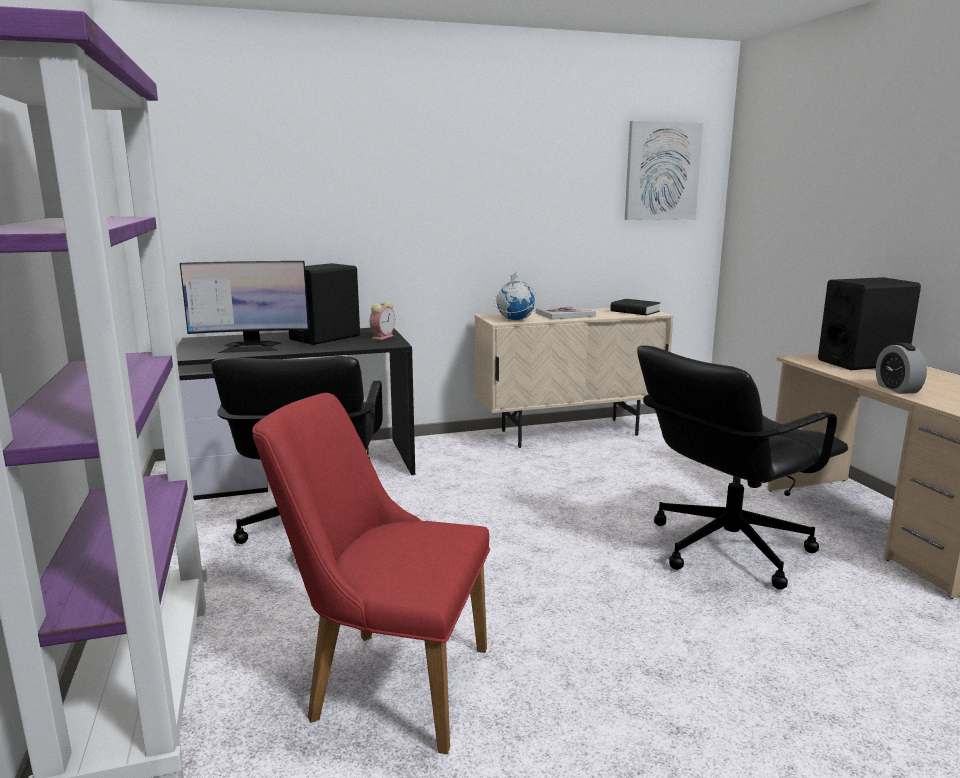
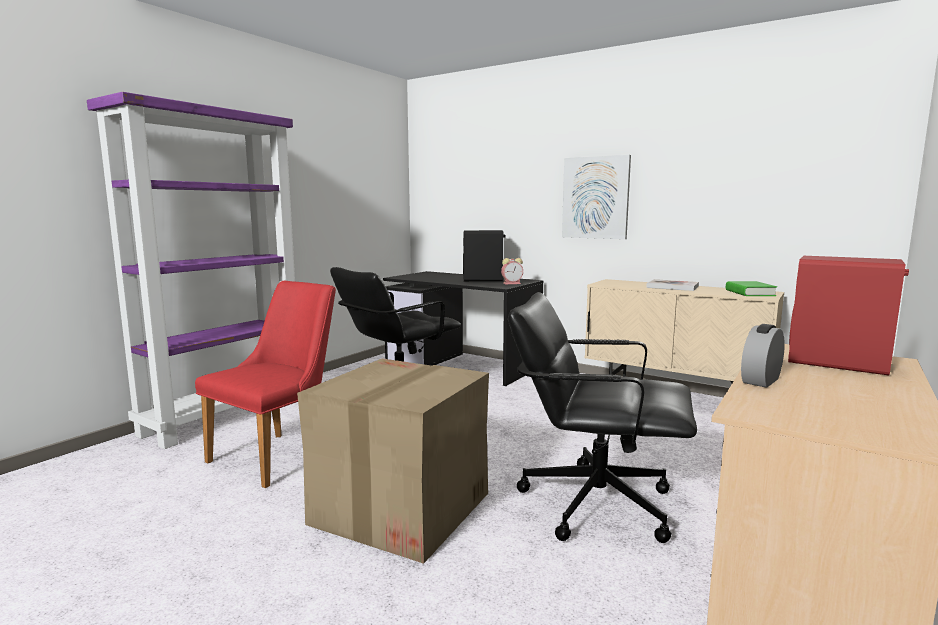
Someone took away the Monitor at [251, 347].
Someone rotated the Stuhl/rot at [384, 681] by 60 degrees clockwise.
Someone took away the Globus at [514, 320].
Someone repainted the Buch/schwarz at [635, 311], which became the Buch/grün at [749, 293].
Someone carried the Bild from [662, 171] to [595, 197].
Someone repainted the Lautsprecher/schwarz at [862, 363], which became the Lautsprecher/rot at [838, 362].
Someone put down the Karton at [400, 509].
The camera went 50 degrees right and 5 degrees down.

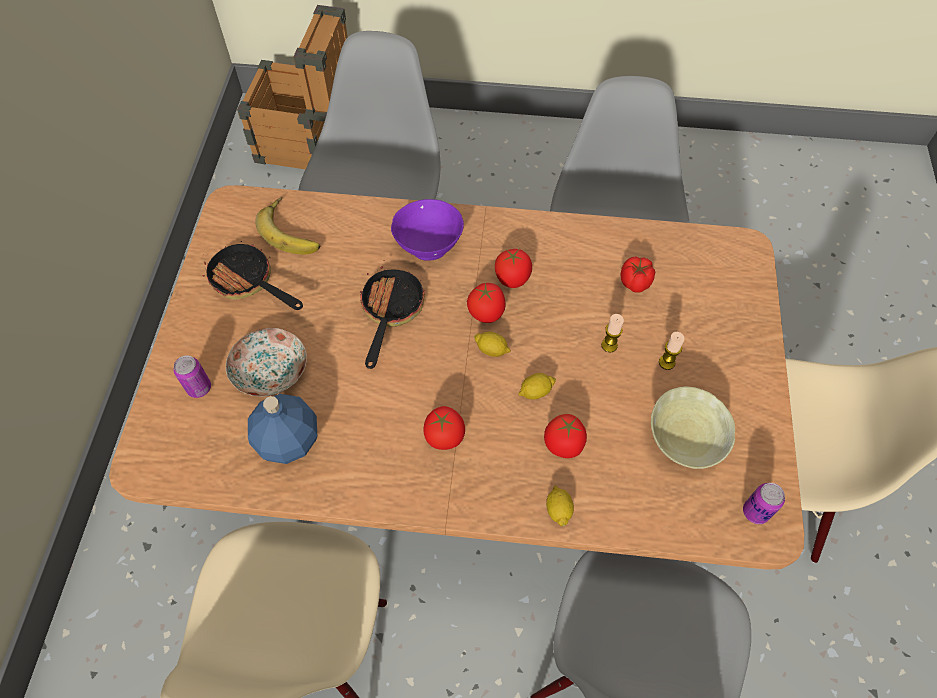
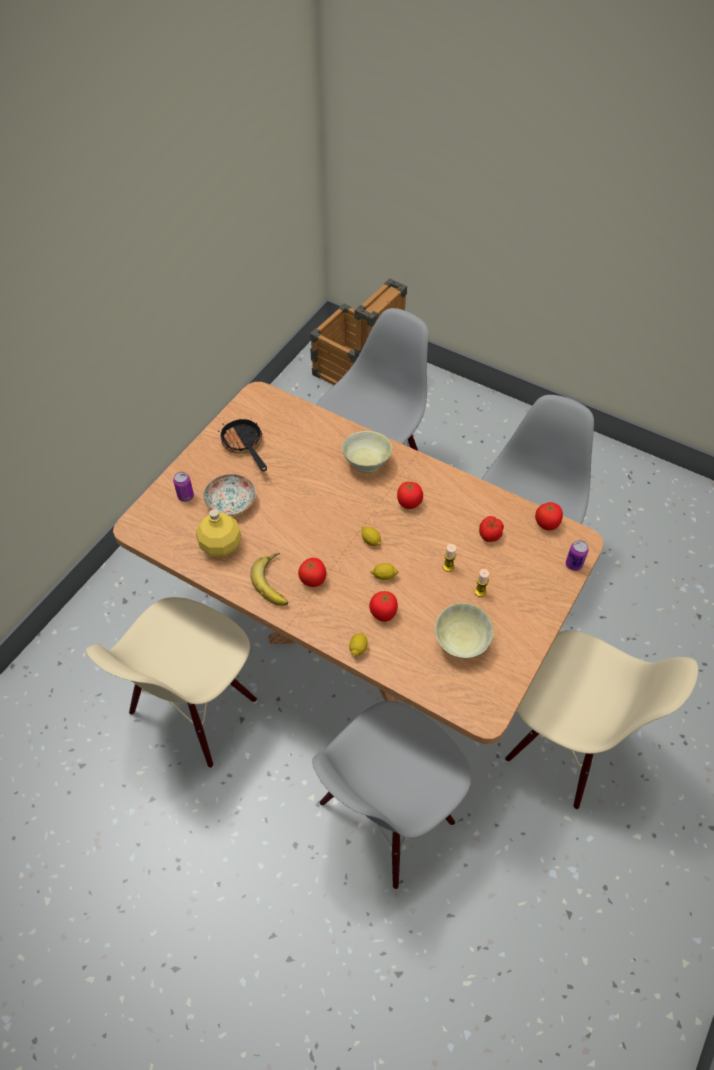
Someone repainted the Flasche/blau at [288, 441], which became the Flasche/gelb at [220, 546].
Someone carried the Banane from [292, 231] to [275, 582].
Someone took away the Pfanne at [390, 312].
Someone repainted the Schüssel/lila at [429, 245], which became the Schüssel/beige at [367, 463].
Someone carried the Tomate from [486, 313] to [547, 523].
Someone carried the Dose from [755, 512] to [573, 564].
The camera went 25 degrees right and 5 degrees down.

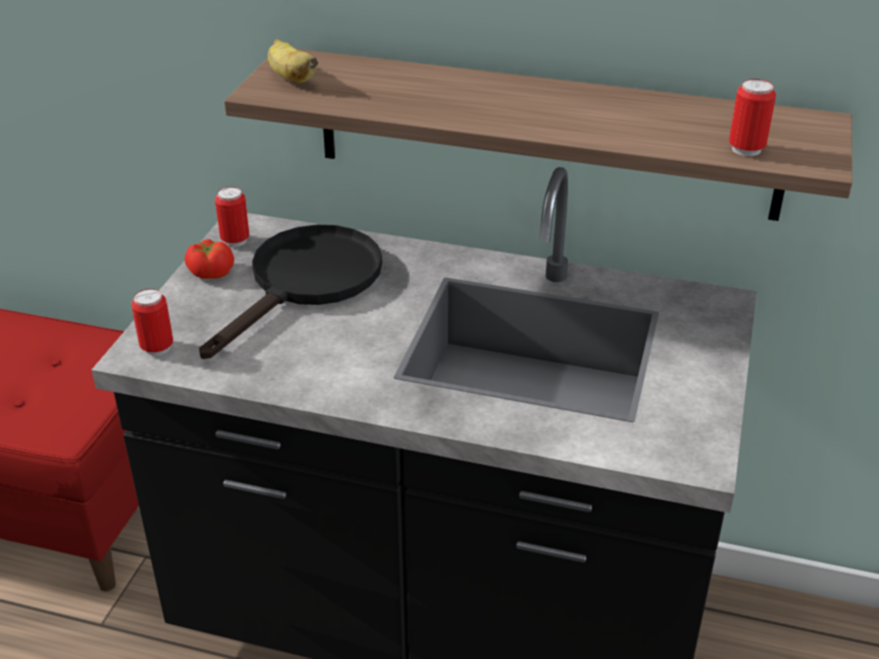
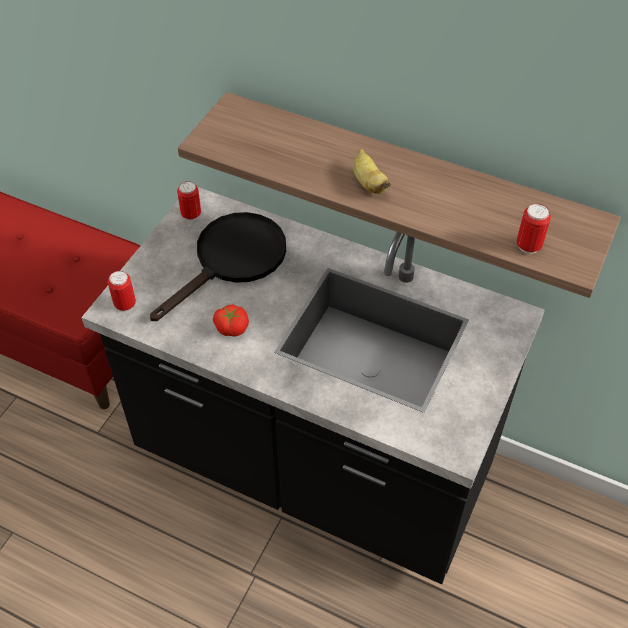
Someone carried the Tomate from [211, 272] to [231, 327].
Someone carried the Banane from [291, 78] to [368, 183].
The camera went 10 degrees right and 15 degrees up.

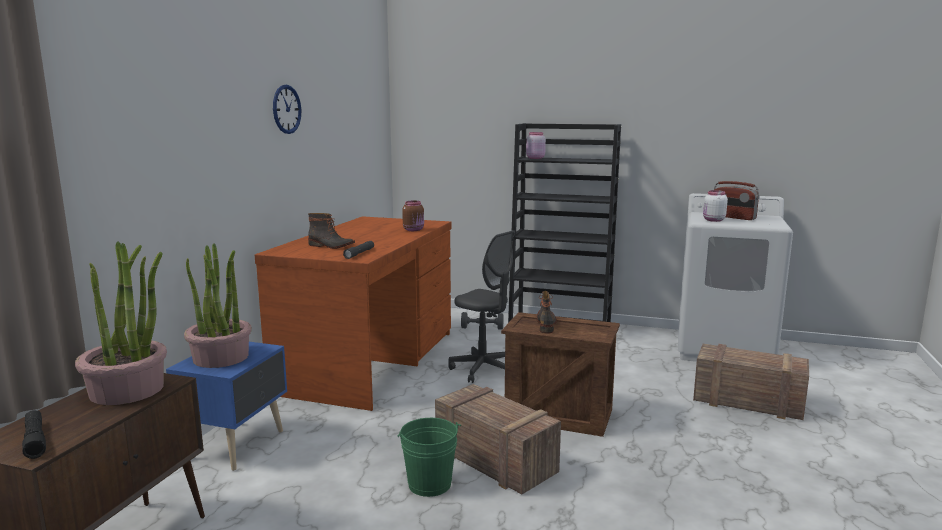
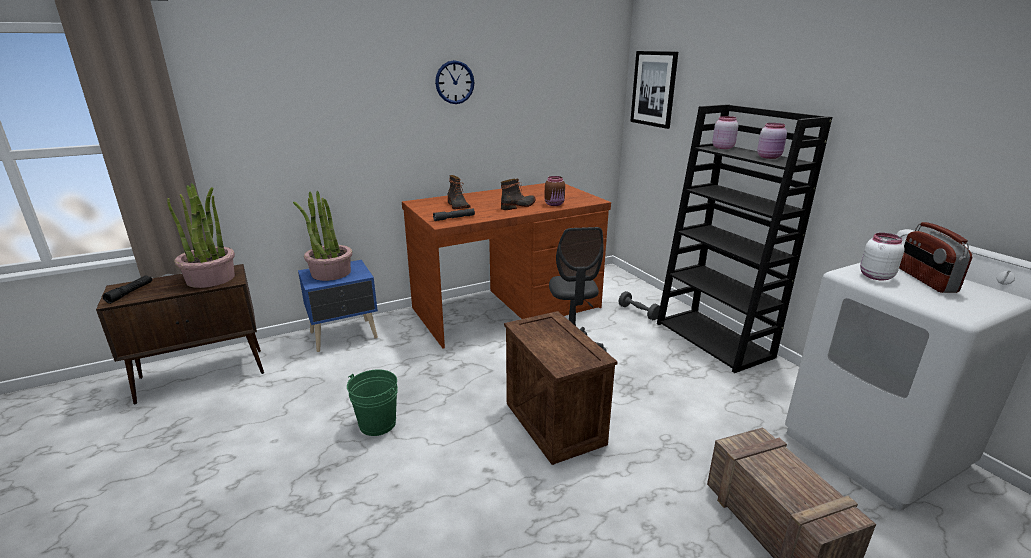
Someone took away the Kiste at [493, 460].
Someone carried the Stiefel from [546, 324] to [519, 206].
Someone put up the Bild at [654, 89].
Someone put down the Vorratsglas/rosa at [769, 157].
The camera went 45 degrees right and 10 degrees up.

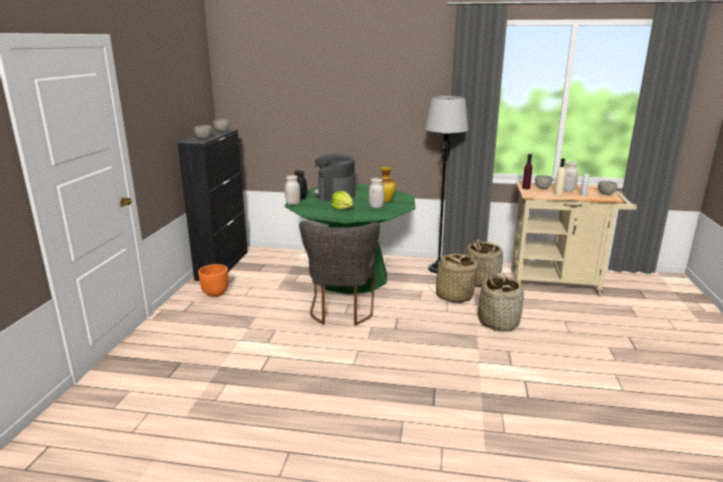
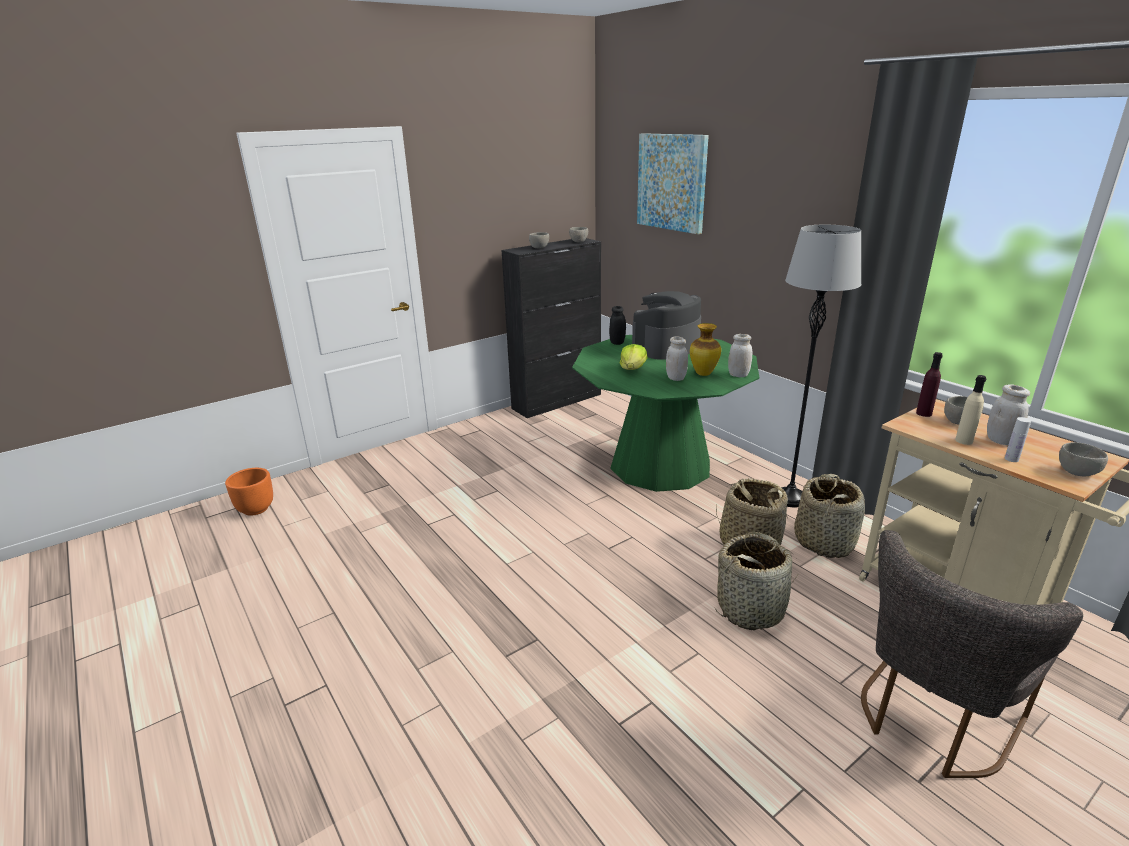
Someone carried the Pflanzkübel/orange from [215, 293] to [255, 509].
Someone carried the Vorratsglas/weiß from [293, 203] to [738, 375].
Someone carried the Stuhl/grau from [341, 311] to [930, 720].
Someone put up the Bild at [672, 182].
The camera went 45 degrees right and 5 degrees up.

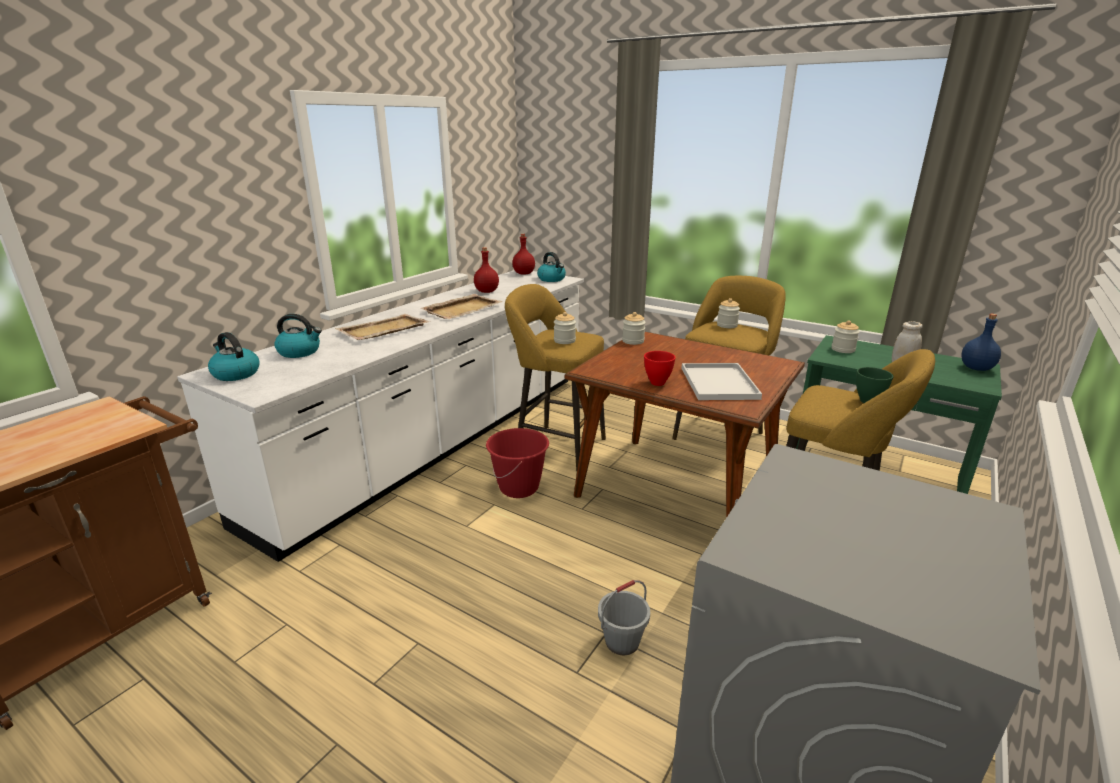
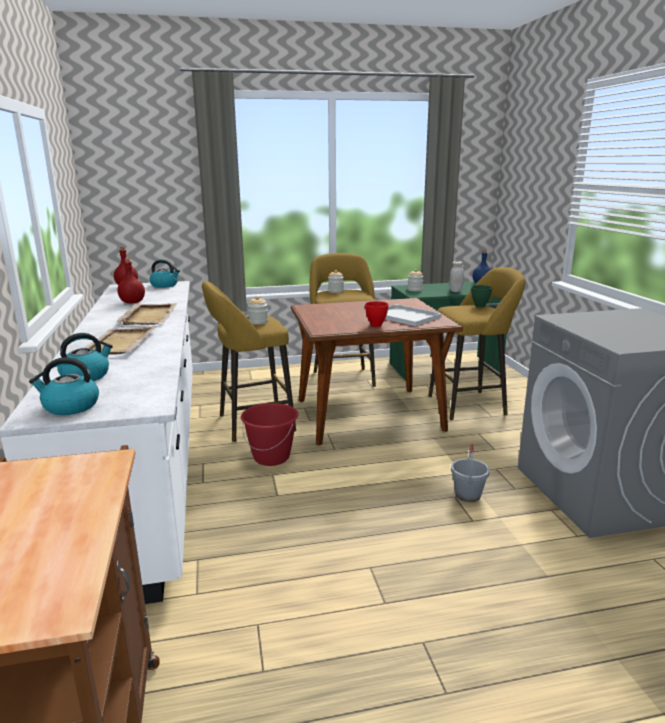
Someone took away the Vorratsglas at [633, 341].
The camera went 45 degrees left and 5 degrees down.

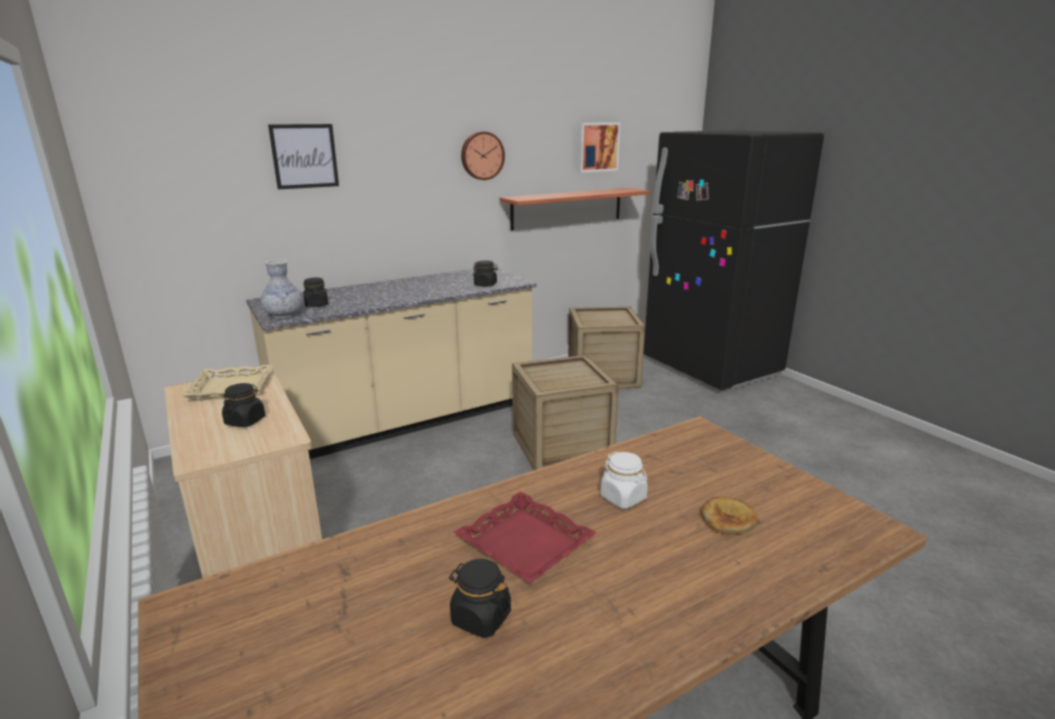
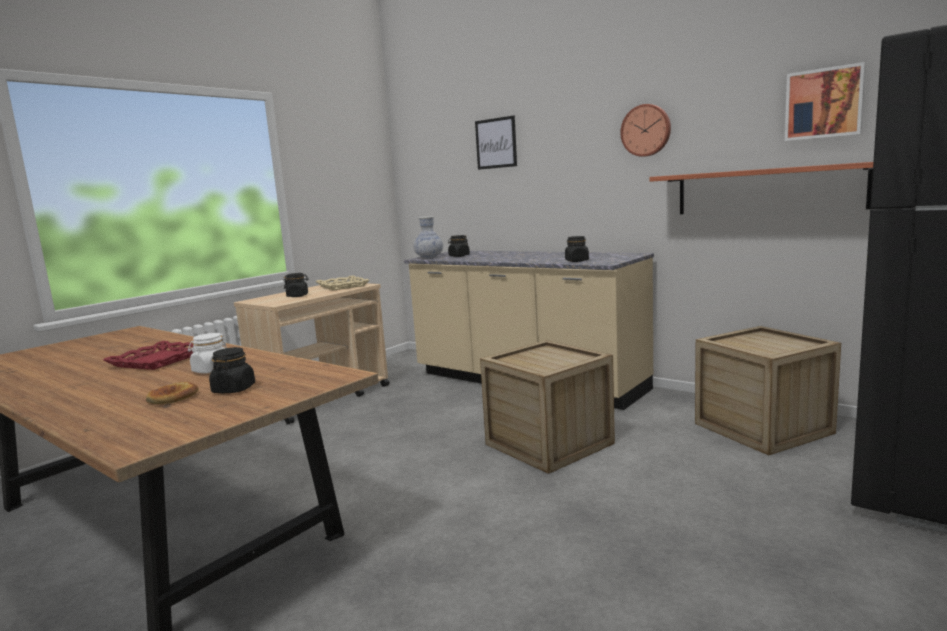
Someone carried the Vorratsglas/schwarz from [480, 618] to [234, 389].
The camera went 70 degrees right and 10 degrees down.

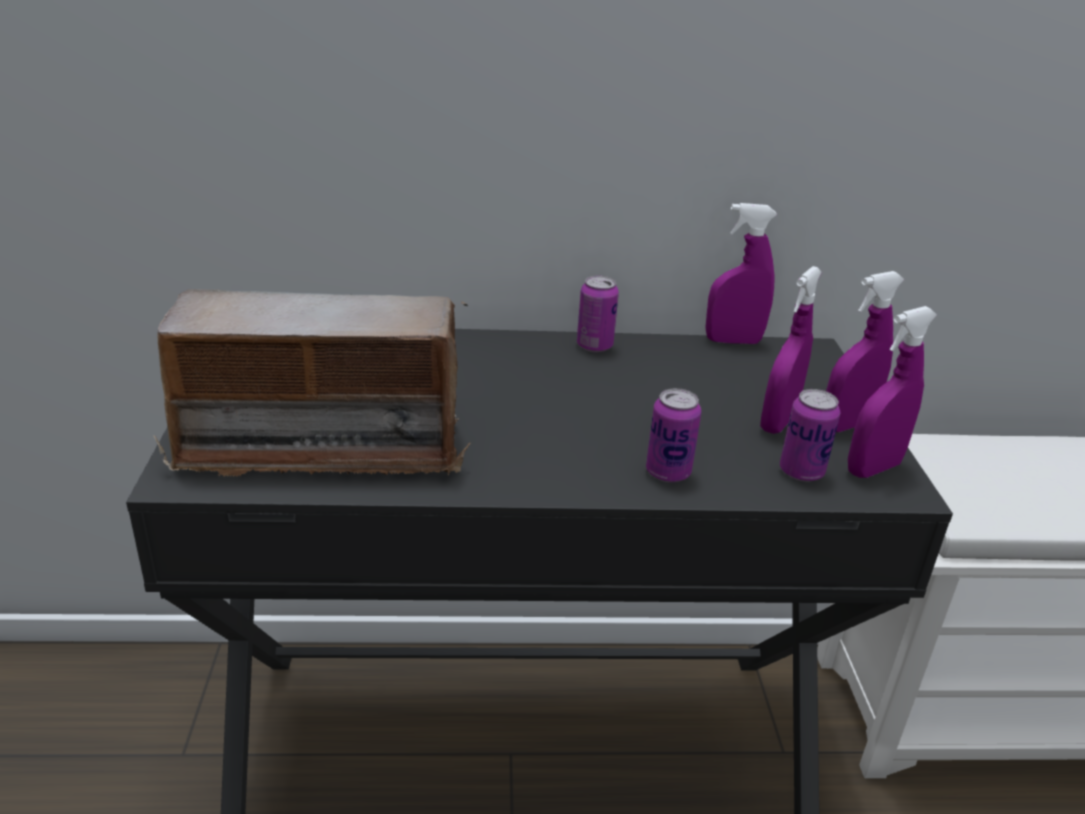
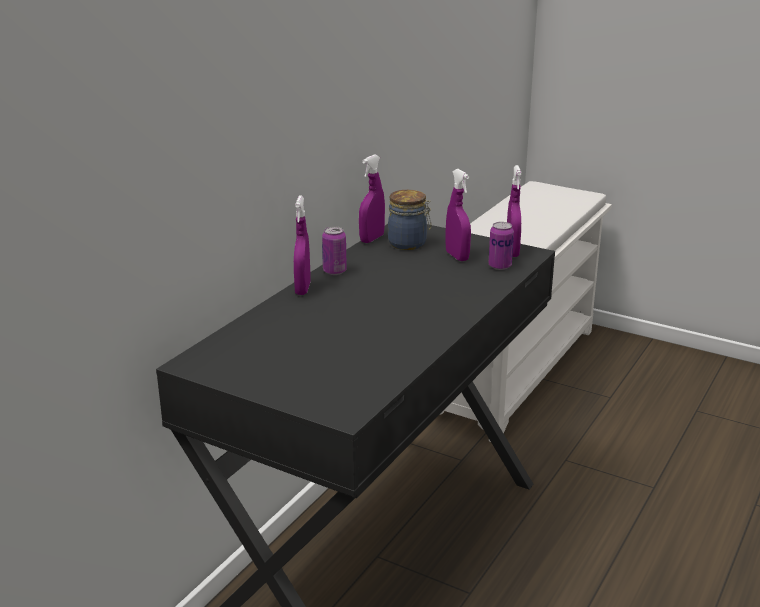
Someone took away the Radio at [323, 446].
Someone took away the Dose at [668, 472].
Someone carried the Sprühflasche/lila from [846, 425] to [302, 289].
Someone put down the Vorratsglas at [409, 244].
The camera went 55 degrees left and 5 degrees down.

